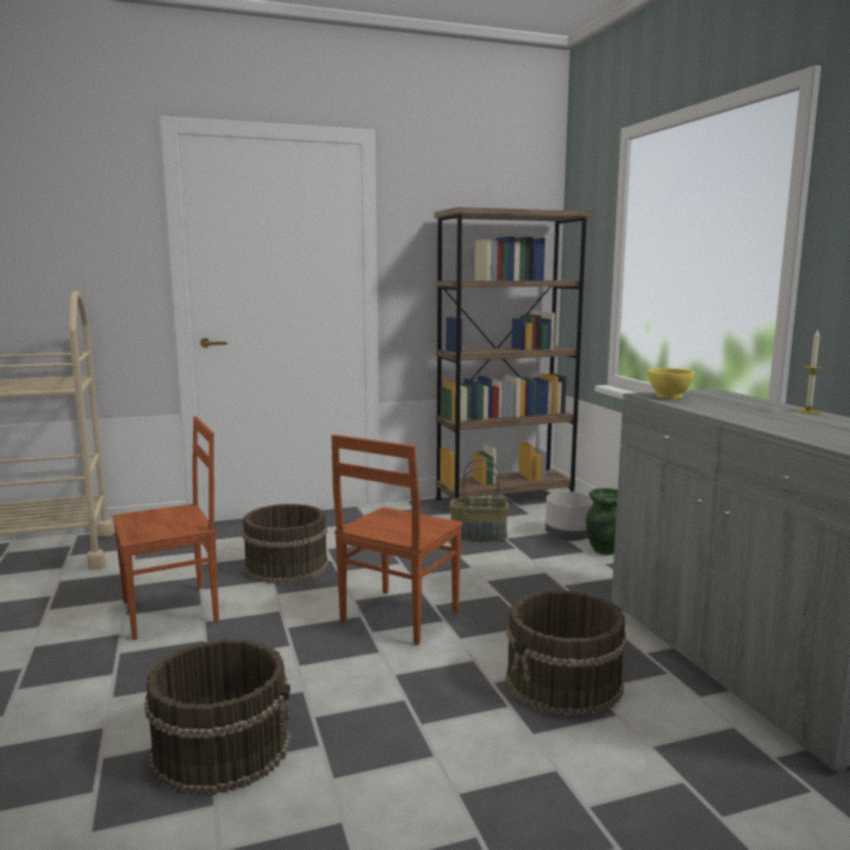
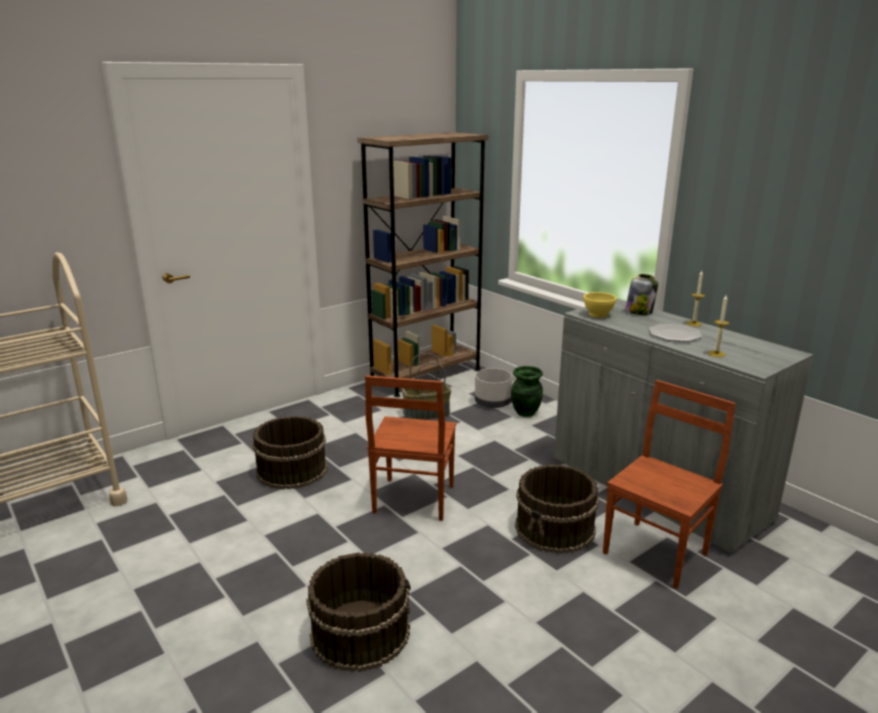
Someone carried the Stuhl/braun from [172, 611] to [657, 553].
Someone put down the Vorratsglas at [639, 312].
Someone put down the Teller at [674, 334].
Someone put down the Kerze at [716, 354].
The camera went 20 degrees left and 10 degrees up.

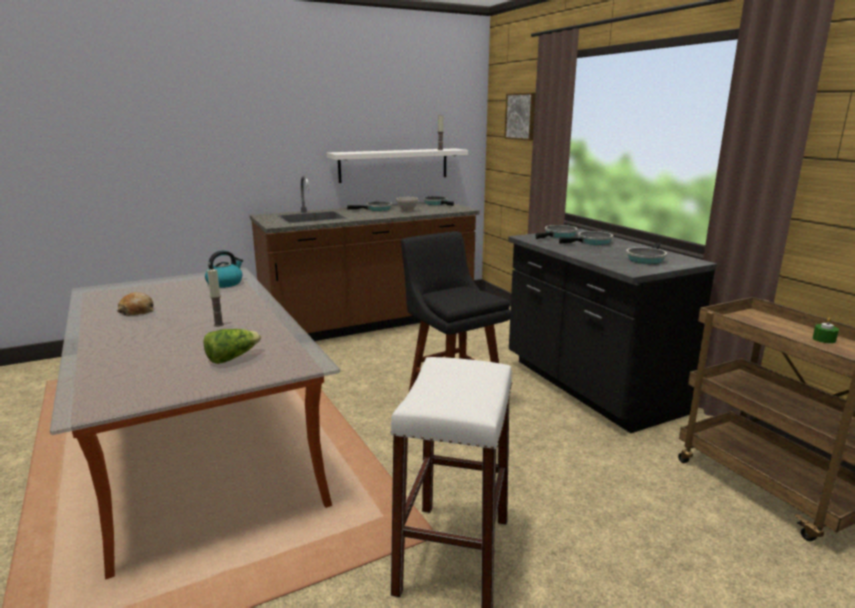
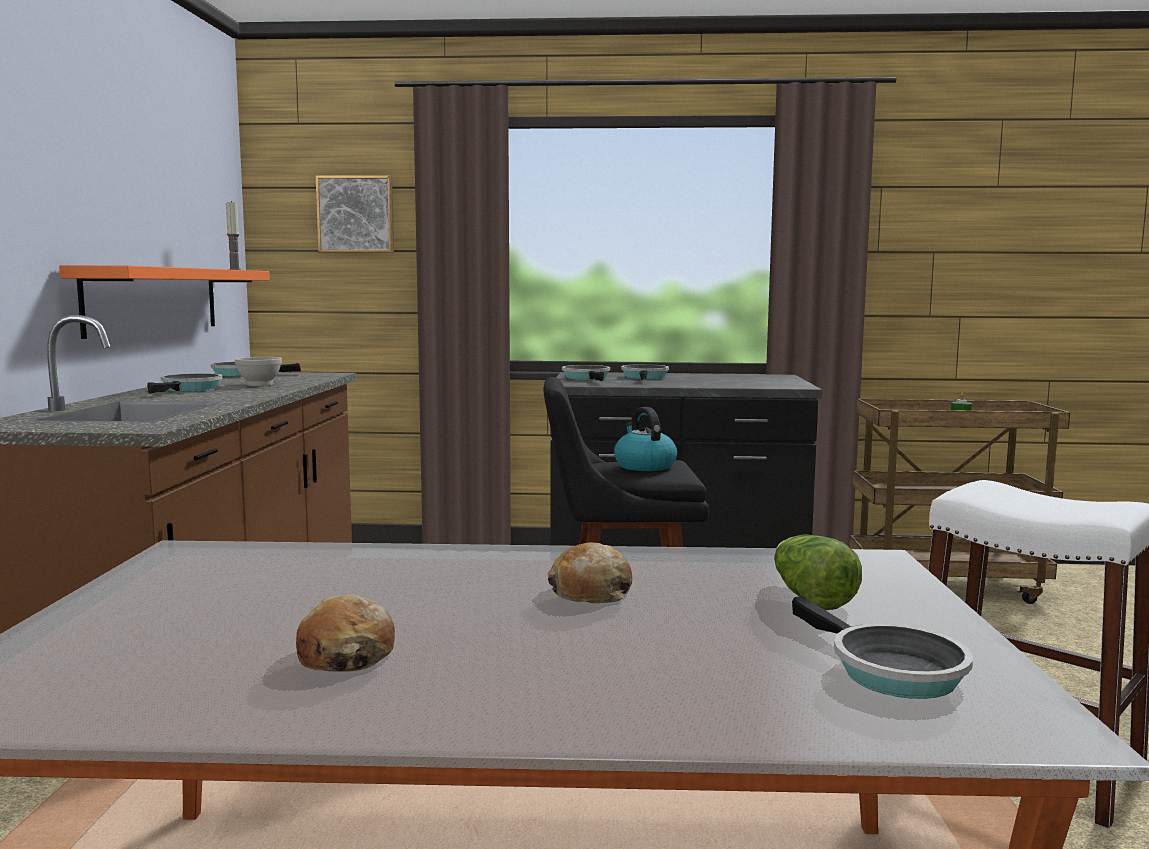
Someone carried the Wasserkessel from [225, 283] to [644, 466].
Someone swapped the Kerze at [219, 324] for the Brot at [590, 592].
Someone repainted the Wandregal/weiß at [394, 165], which became the Wandregal/orange at [154, 300].
Someone carried the Pfanne from [645, 259] to [889, 670].
The camera went 60 degrees left and 10 degrees down.

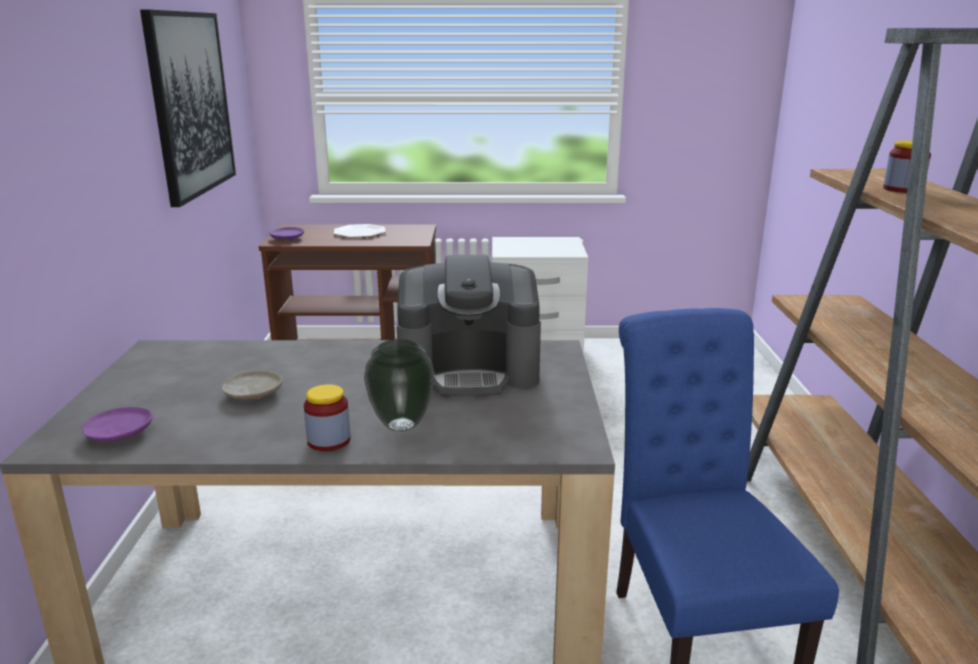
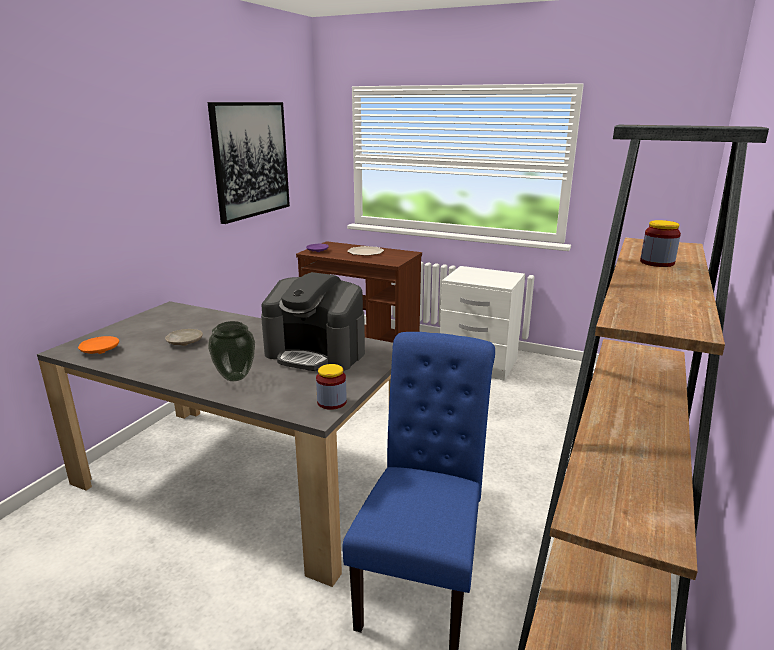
Someone repainted the Teller/lila at [119, 433], which became the Teller/orange at [100, 350].
Someone carried the Vorratsglas from [329, 440] to [332, 402].
The camera went 25 degrees right and 0 degrees up.

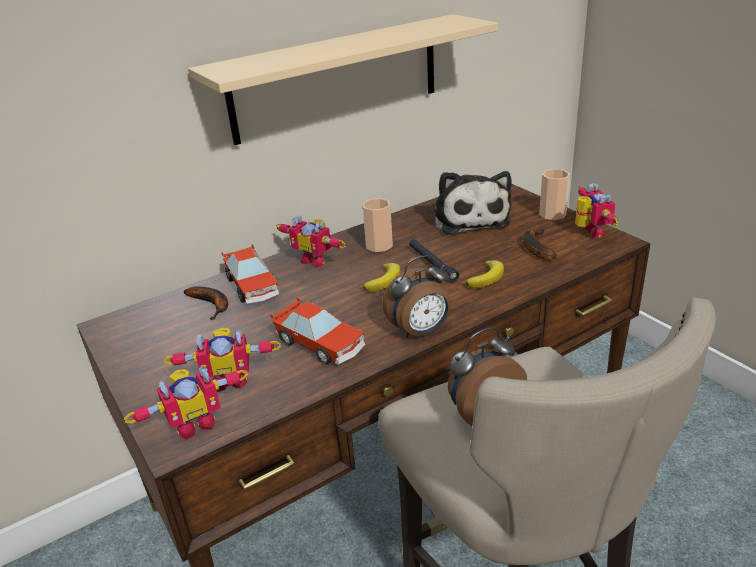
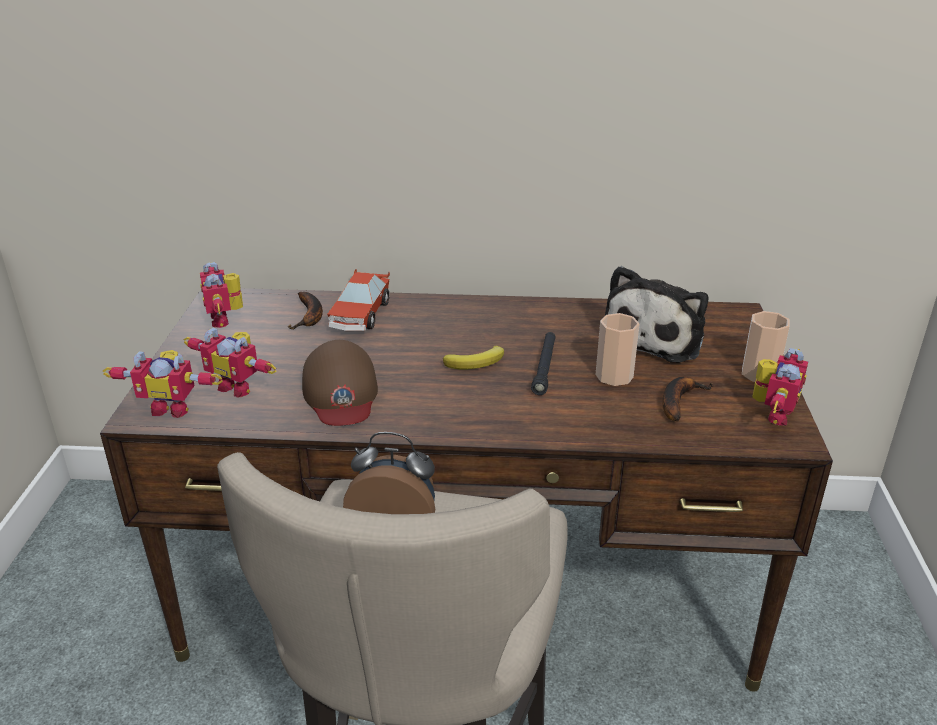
Someone took away the Wandregal/beige at [337, 78].
Someone swapped the Spielzeugauto at [320, 344] for the Kappe/braun at [341, 393].
Someone carried the Spielzeugroboter from [316, 260] to [226, 319].
Someone carried the Tasse from [379, 245] to [614, 376].
Someone took away the Wecker at [420, 332].
Someone took away the Banane at [487, 277].
The camera went 35 degrees right and 0 degrees up.

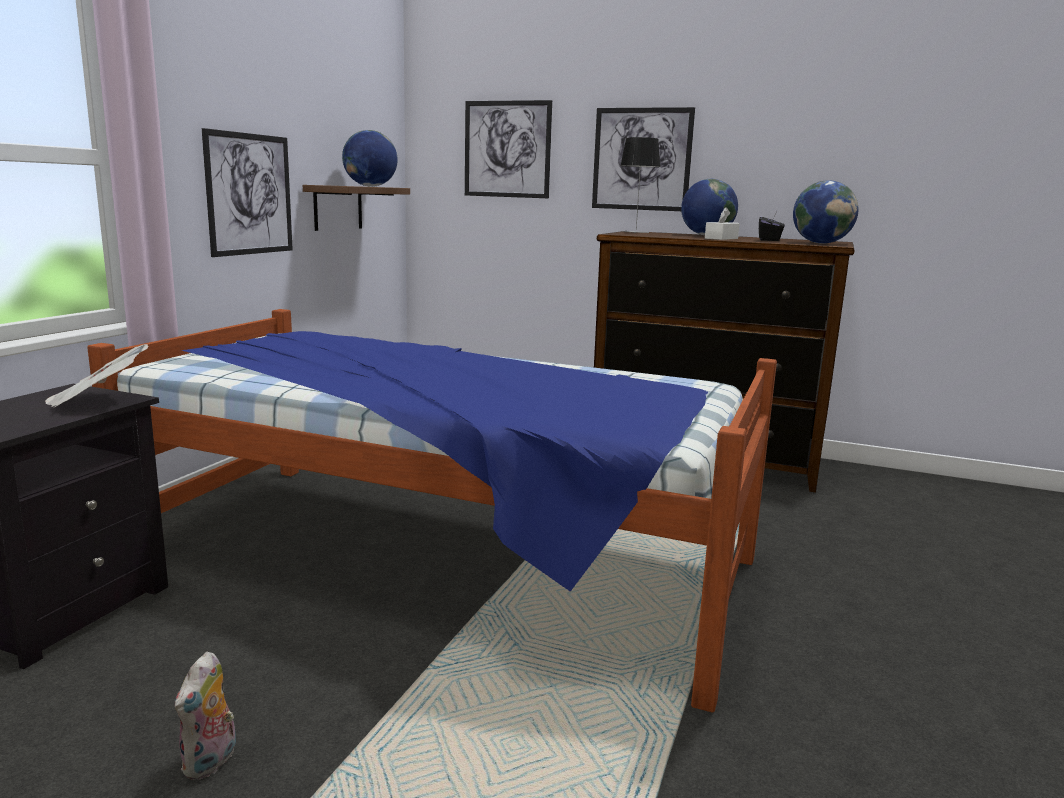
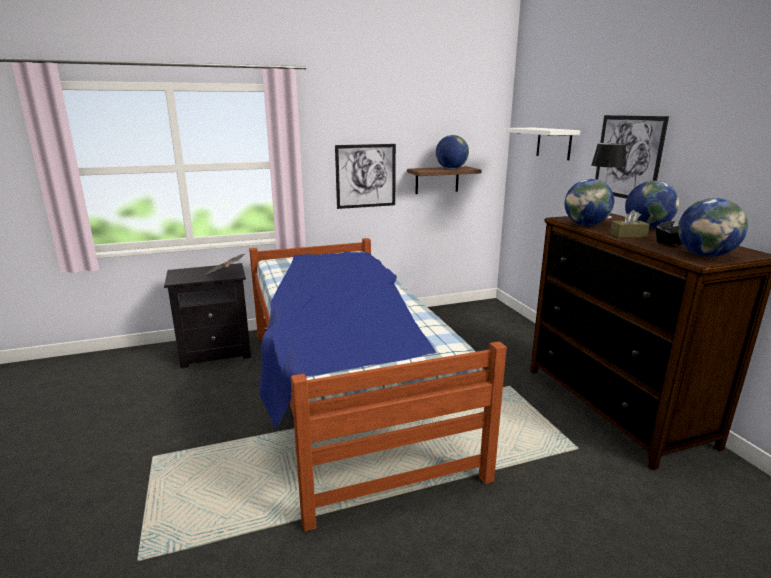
Someone took away the Plüschtier at [211, 762].
Someone swapped the Bild at [507, 149] for the Wandregal/weiß at [554, 143].
Someone repainted the Taschentuchbox/weiß at [721, 238], which became the Taschentuchbox/braun at [628, 235].
Someone put down the Globus at [586, 225].
The camera went 50 degrees right and 5 degrees up.

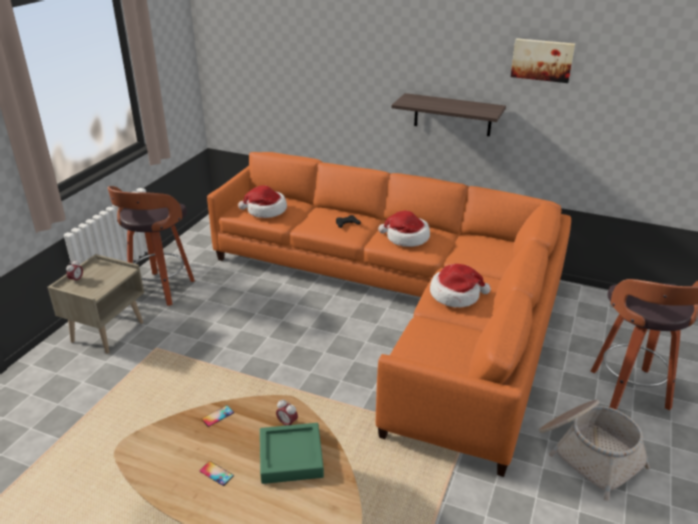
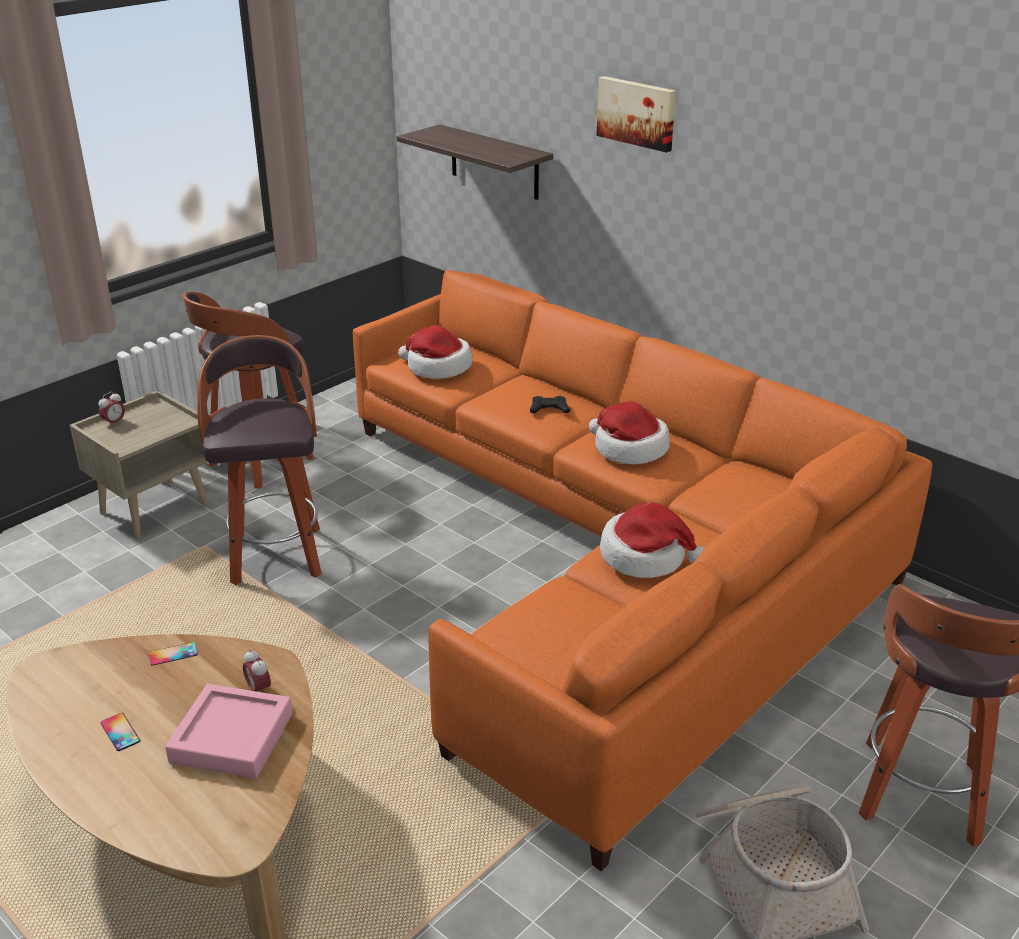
Someone repainted the Tablett/grün at [291, 457], which became the Tablett/rosa at [232, 738].
Someone carried the Wandregal from [452, 115] to [494, 162].
Someone carried the Bild from [542, 60] to [637, 113].
Someone put down the Hocker at [276, 554].
The camera went 20 degrees right and 0 degrees up.

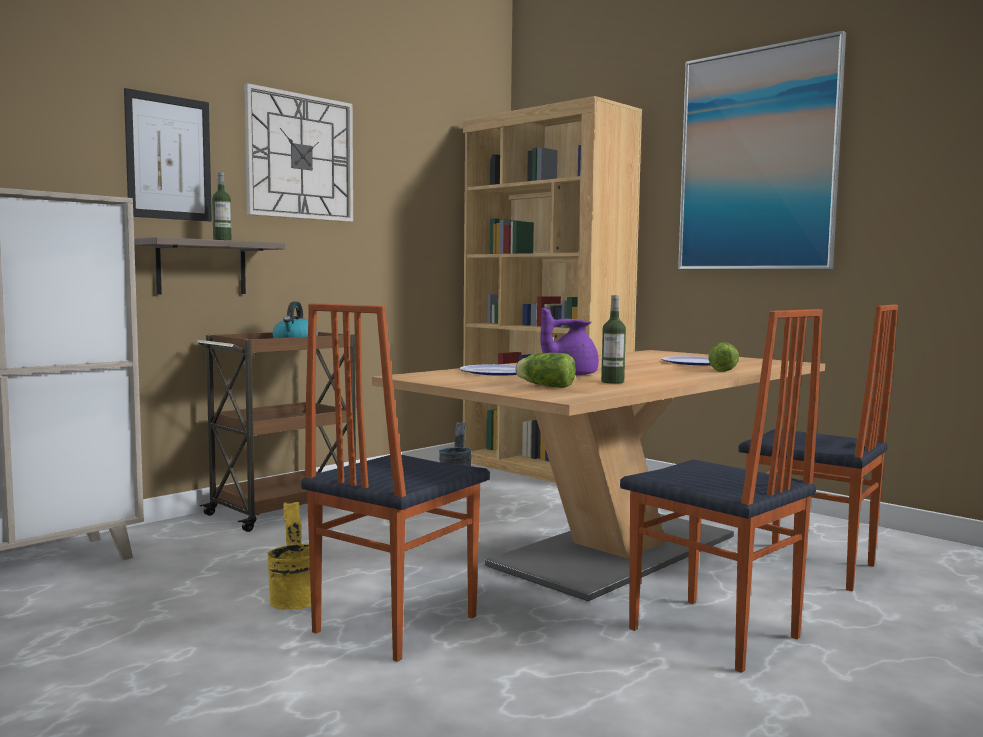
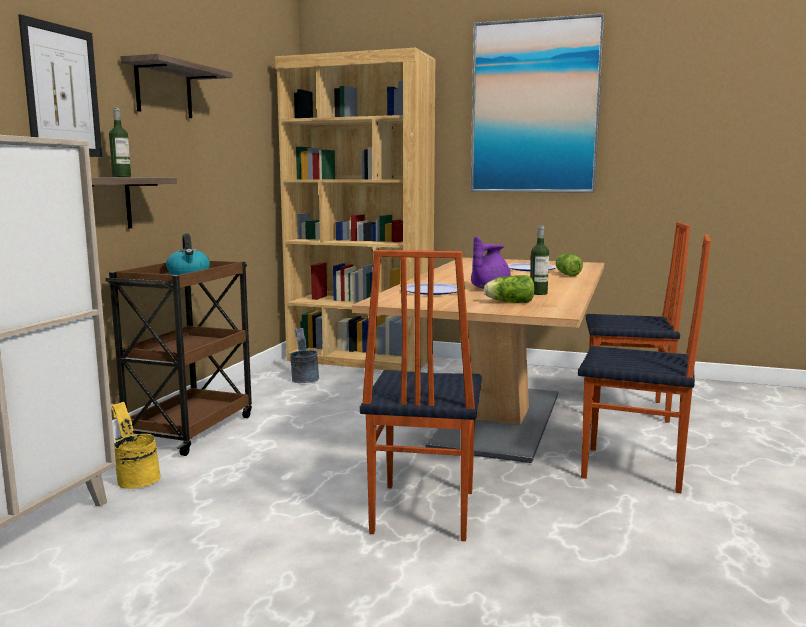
Someone swapped the Wanduhr at [300, 157] for the Wandregal at [164, 90].
Someone carried the Eimer/gelb from [294, 598] to [135, 478].
The camera went 25 degrees left and 5 degrees up.

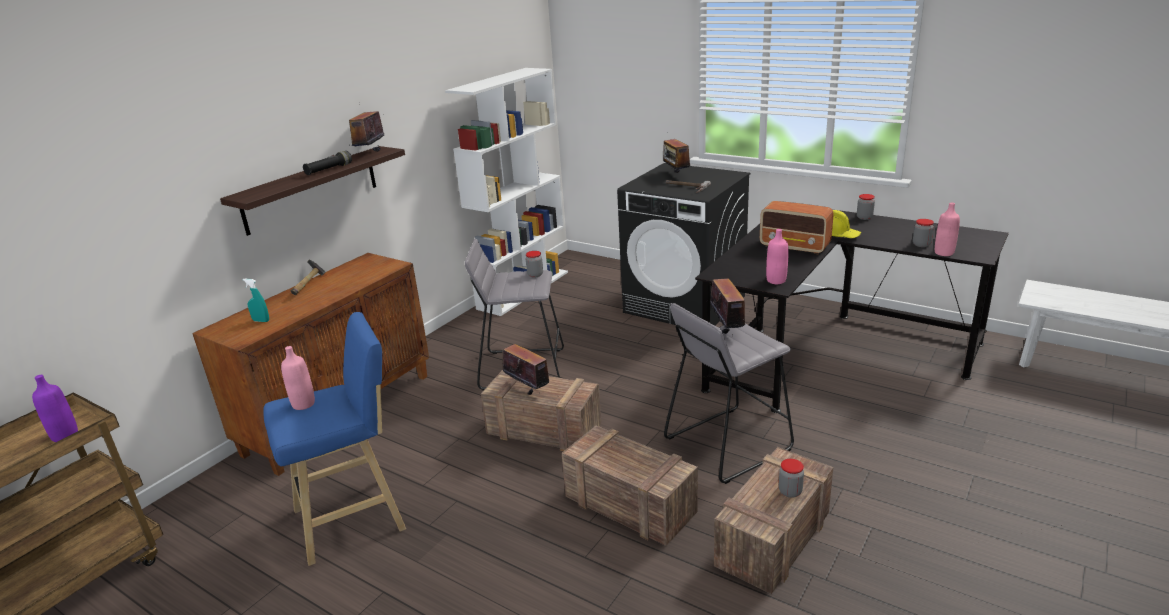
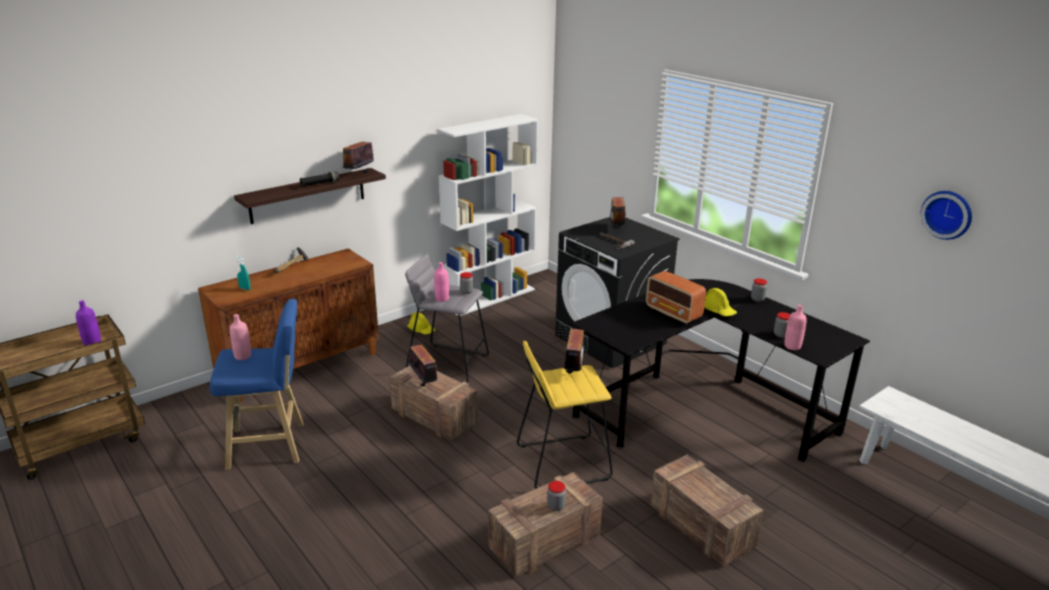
Someone carried the Kiste from [632, 506] to [703, 527].
Someone repainted the Hocker/grau at [727, 443], which became the Hocker/gelb at [562, 462].
Someone carried the Flasche/rosa from [776, 280] to [442, 299].
Someone put down the Schutzhelm/gelb at [421, 330].
Someone put up the Wanduhr at [947, 214].
The camera went 15 degrees right and 0 degrees up.

